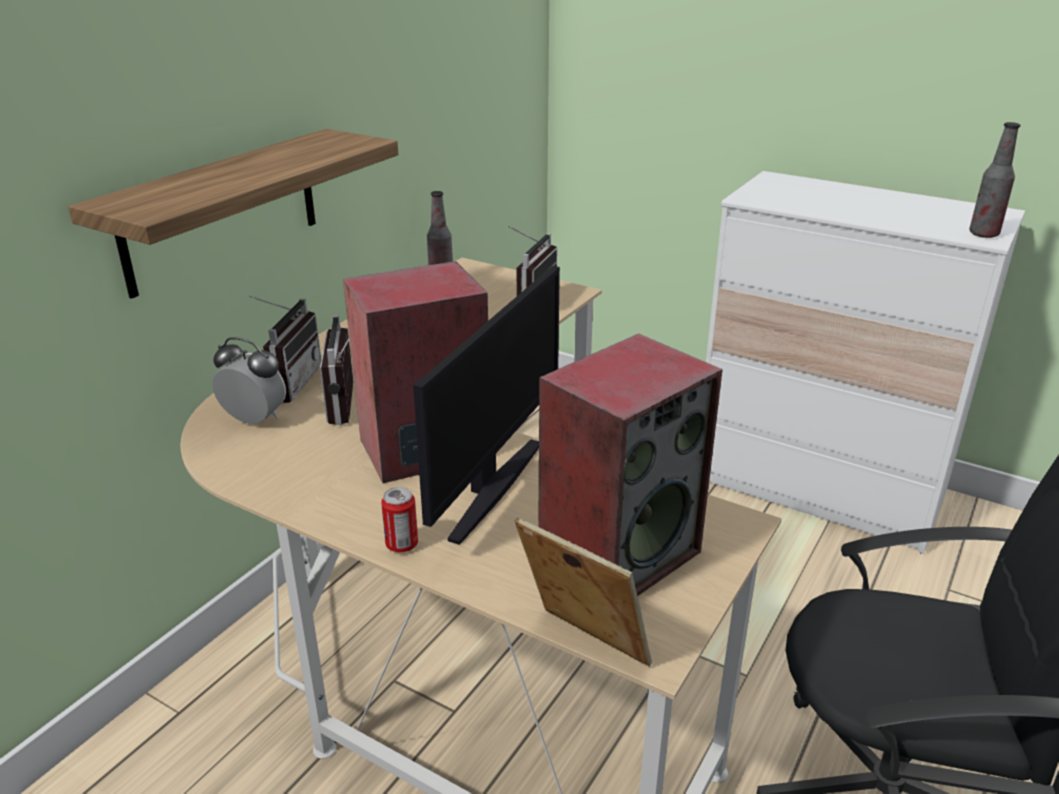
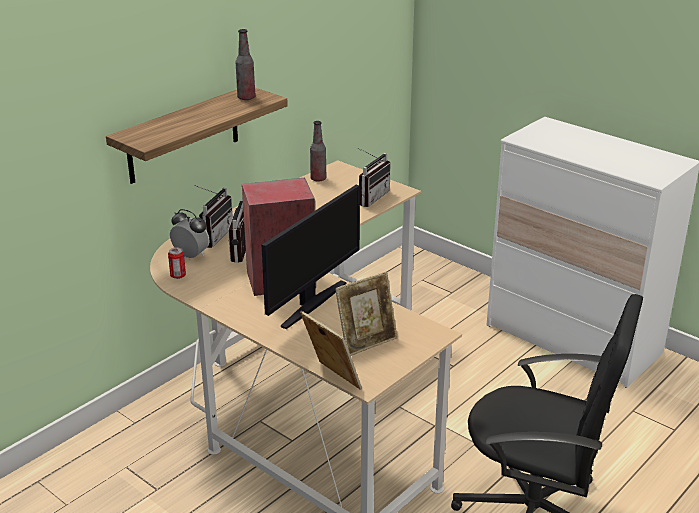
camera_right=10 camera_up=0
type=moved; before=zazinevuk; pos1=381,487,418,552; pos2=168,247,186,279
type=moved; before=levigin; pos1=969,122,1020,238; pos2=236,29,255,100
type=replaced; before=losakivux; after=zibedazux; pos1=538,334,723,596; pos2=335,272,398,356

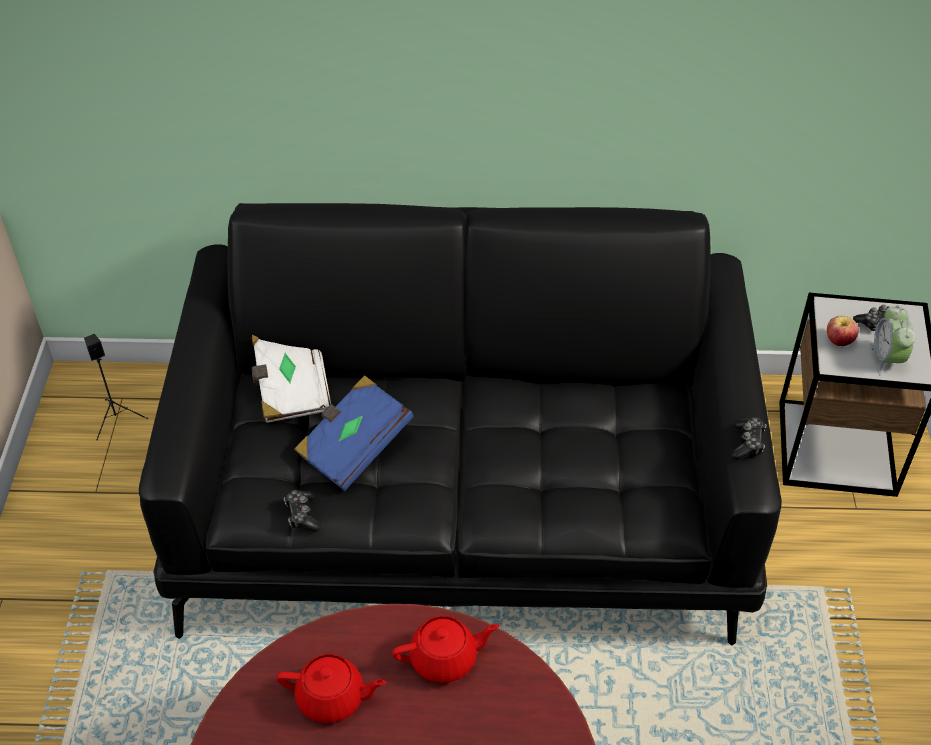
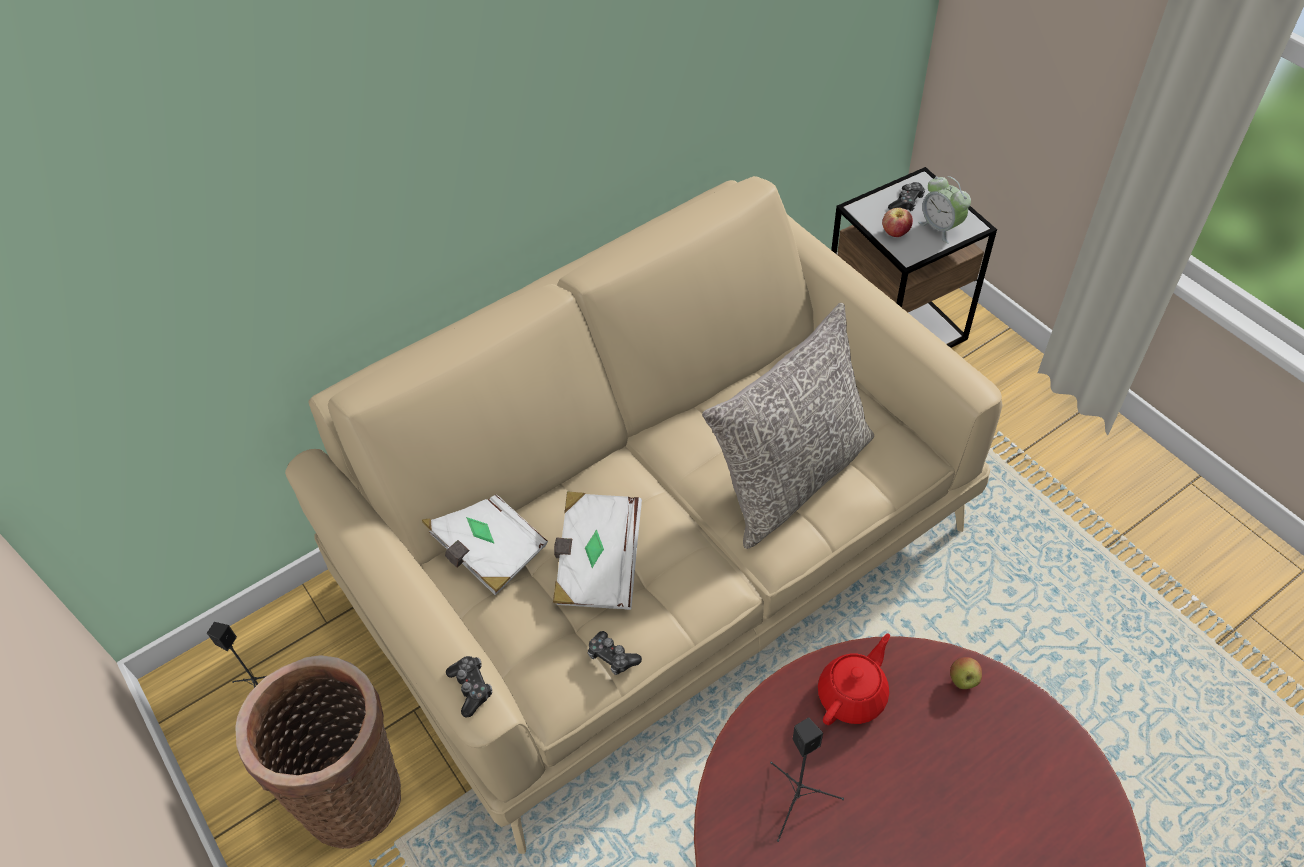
camera_right=-35 camera_up=5
type=added; after=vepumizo; pos2=235,655,401,849
type=added; after=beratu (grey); pos2=702,303,874,549
type=added; after=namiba; pos2=950,657,982,689
type=moved; before=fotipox; pos1=731,417,767,460; pos2=446,656,492,717
type=replaced; before=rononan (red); after=losakivux (black); pos1=277,654,387,723; pos2=770,717,844,842
type=recoloured; before=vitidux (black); after=vitidux (beige); pos1=139,203,782,646; pos2=285,176,1002,854
type=recoloured; before=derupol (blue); after=derupol (white); pos1=294,375,414,491; pos2=553,491,642,610

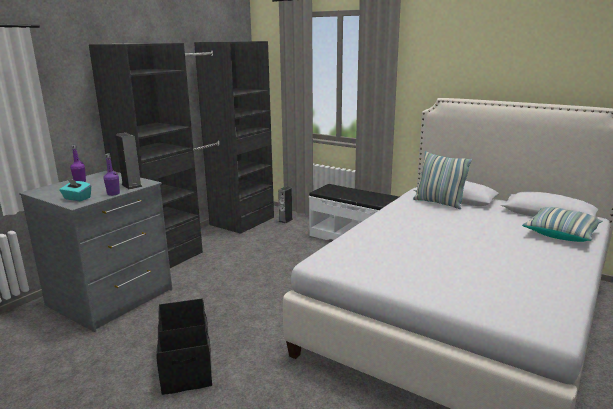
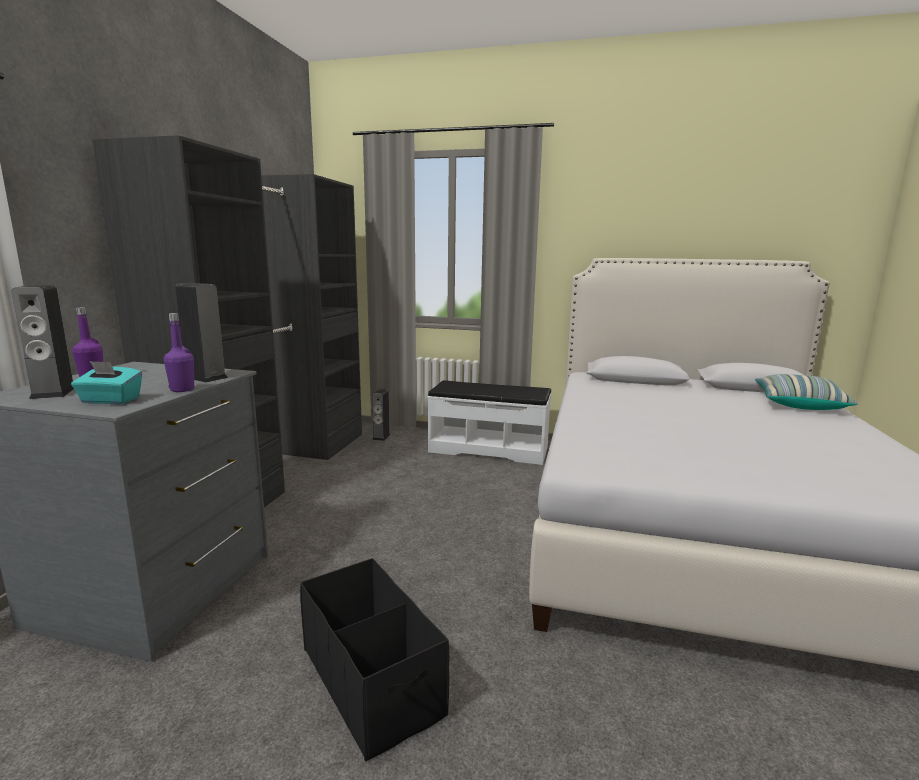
camera_right=-20 camera_up=-5
type=removed; before=beratu; pos1=413,151,472,209
type=added; after=losakivux; pos2=12,285,74,399

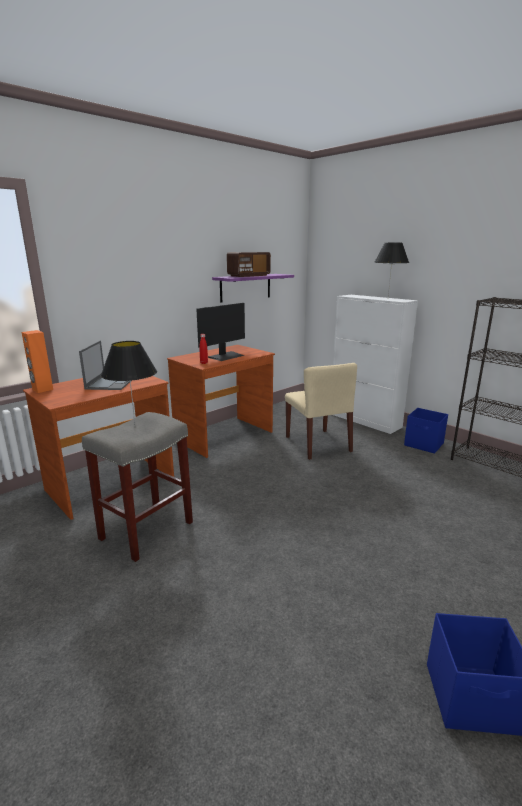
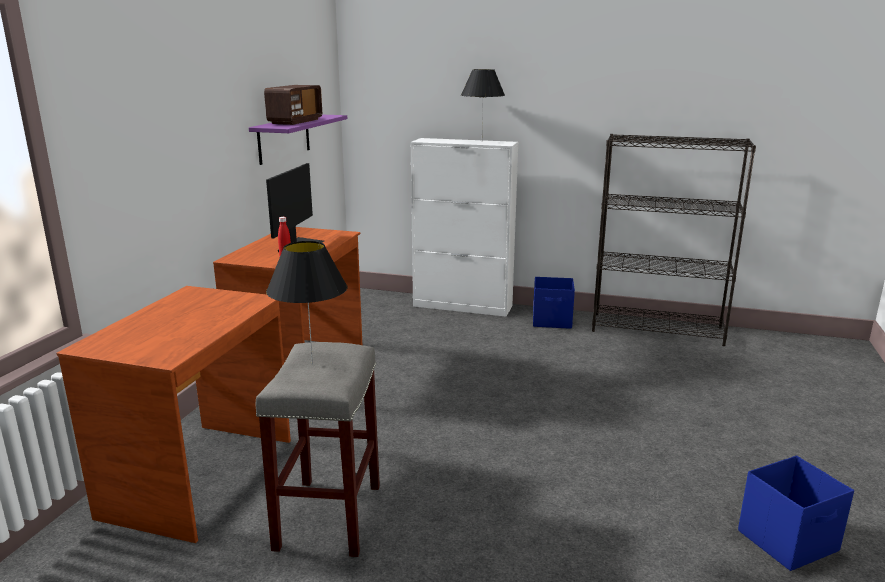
camera_right=-30 camera_up=0
type=removed; before=losakivux (orange); pos1=22,330,53,393
type=removed; before=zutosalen; pos1=79,341,130,390
type=removed; before=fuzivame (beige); pos1=285,363,357,460

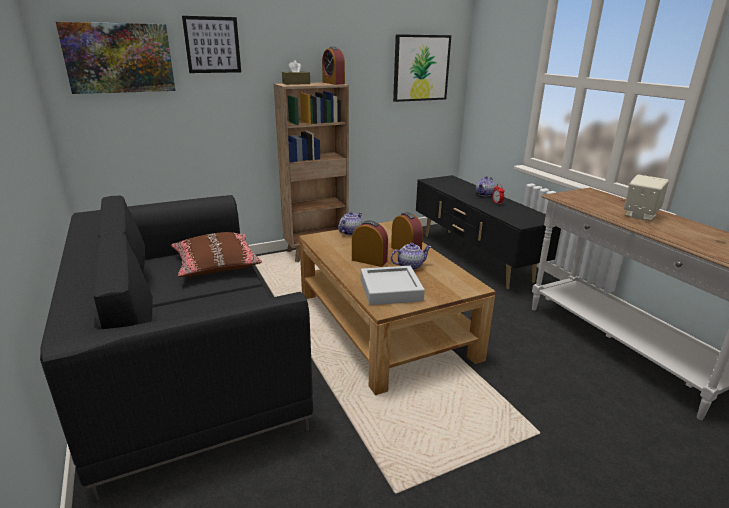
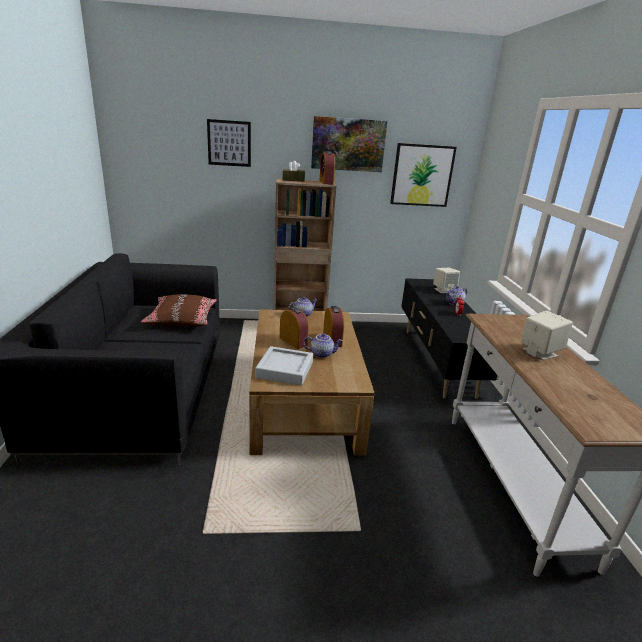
camera_right=20 camera_up=0
type=added; after=losakivux (beige); pos2=433,267,460,293
type=moved; before=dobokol; pos1=56,22,175,94; pos2=311,116,387,172

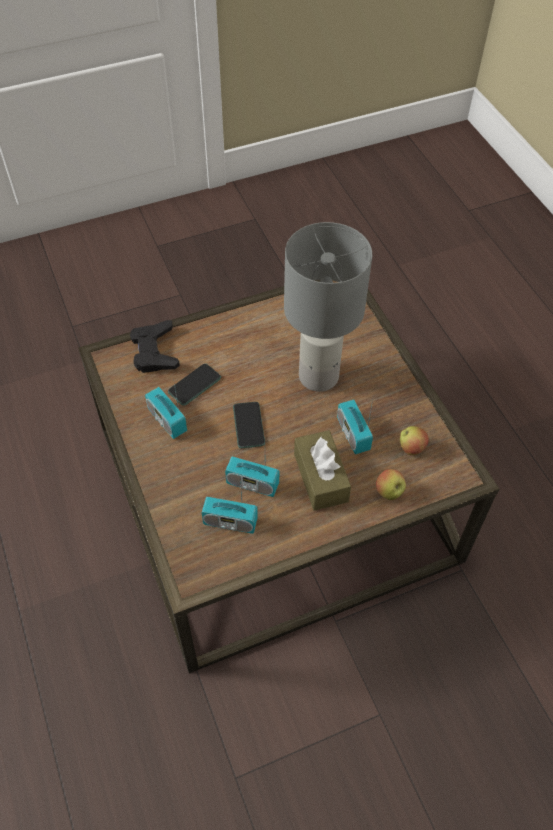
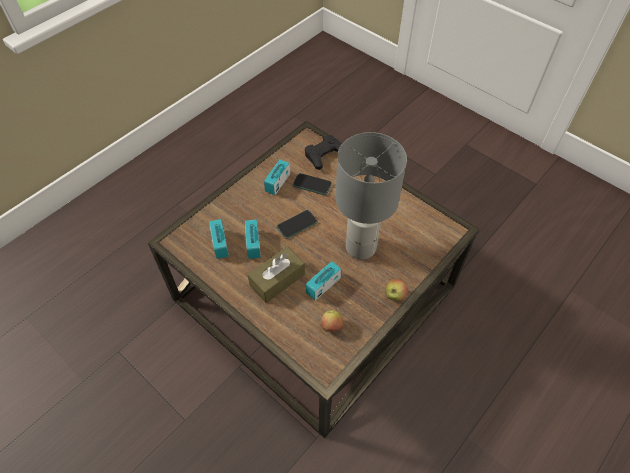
camera_right=65 camera_up=0
type=moved; before=namiba; pos1=376,469,406,500; pos2=385,279,408,301

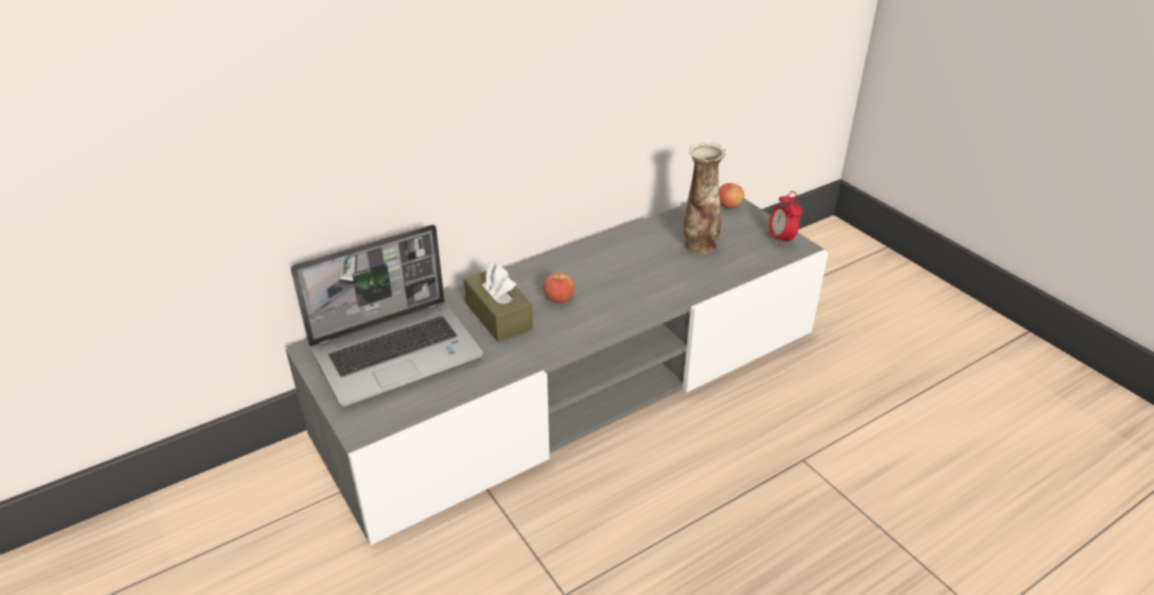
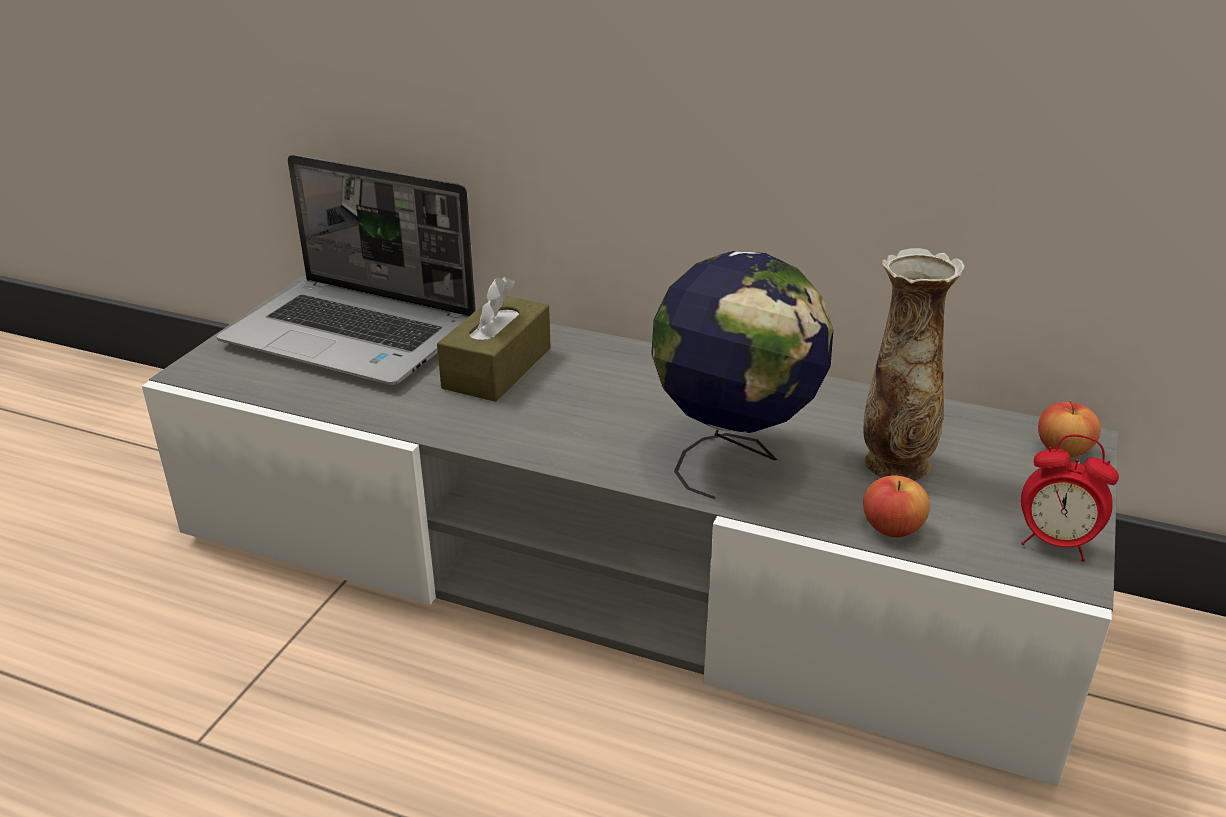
camera_right=55 camera_up=-5
type=added; after=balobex; pos2=651,251,833,500
type=moved; before=namiba; pos1=543,273,575,303; pos2=863,475,930,537
type=turned; before=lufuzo; pos1=768,191,803,247; pos2=1021,434,1119,562; turn=-105

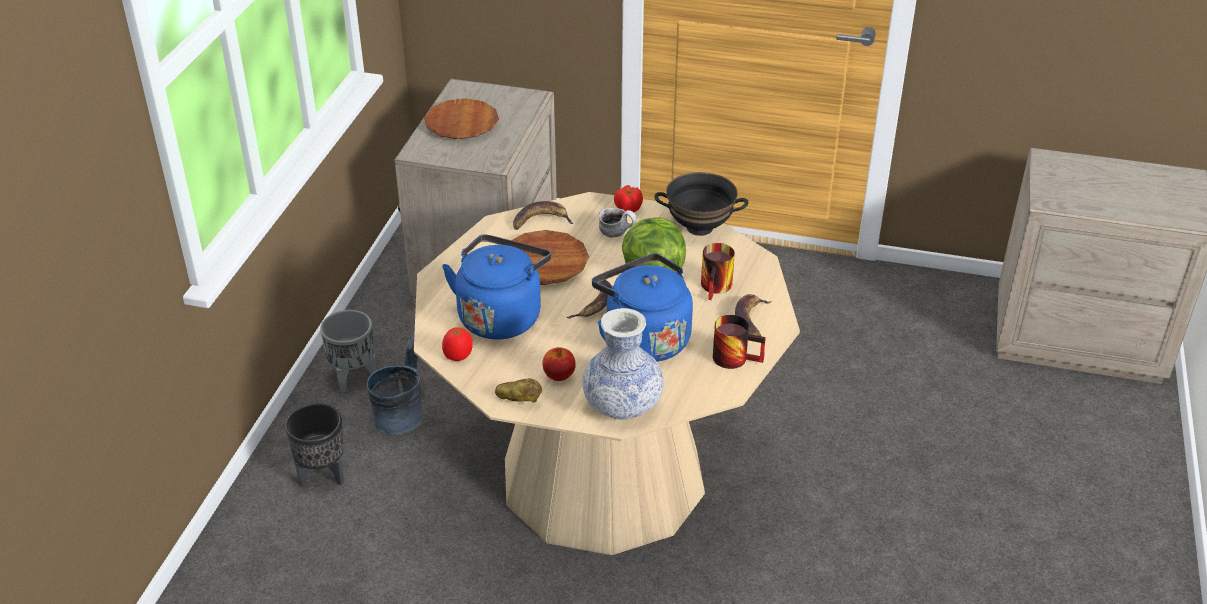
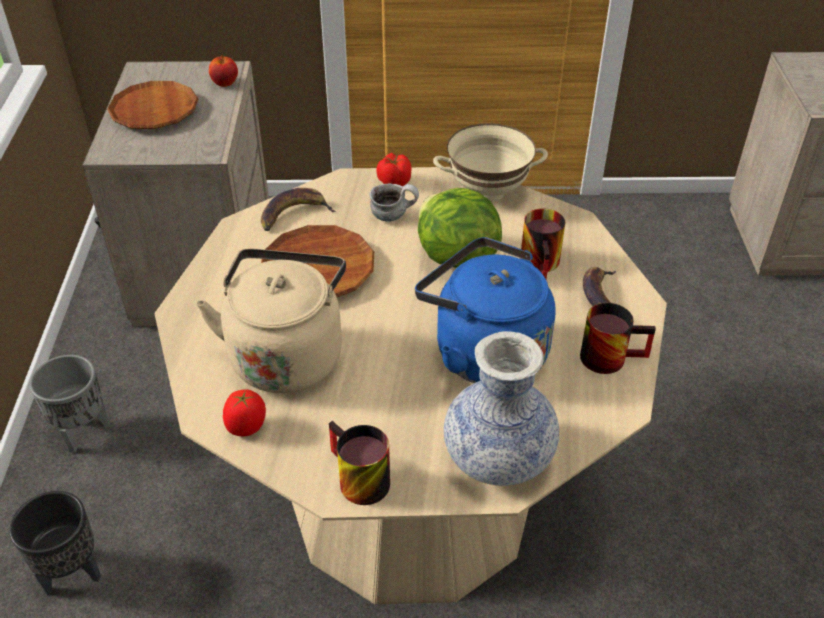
camera_right=-15 camera_up=5
type=removed; before=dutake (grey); pos1=367,324,422,435
type=removed; before=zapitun; pos1=567,280,612,319
type=moved; before=namiba; pos1=542,347,576,381; pos2=209,55,238,87
type=replaced; before=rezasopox; after=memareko; pos1=495,378,542,402; pos2=329,421,390,505
type=recoloured; before=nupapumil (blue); after=nupapumil (beige); pos1=442,235,551,340; pos2=196,249,346,393
type=recoloured; before=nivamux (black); after=nivamux (beige); pos1=654,172,749,236; pos2=433,123,548,202

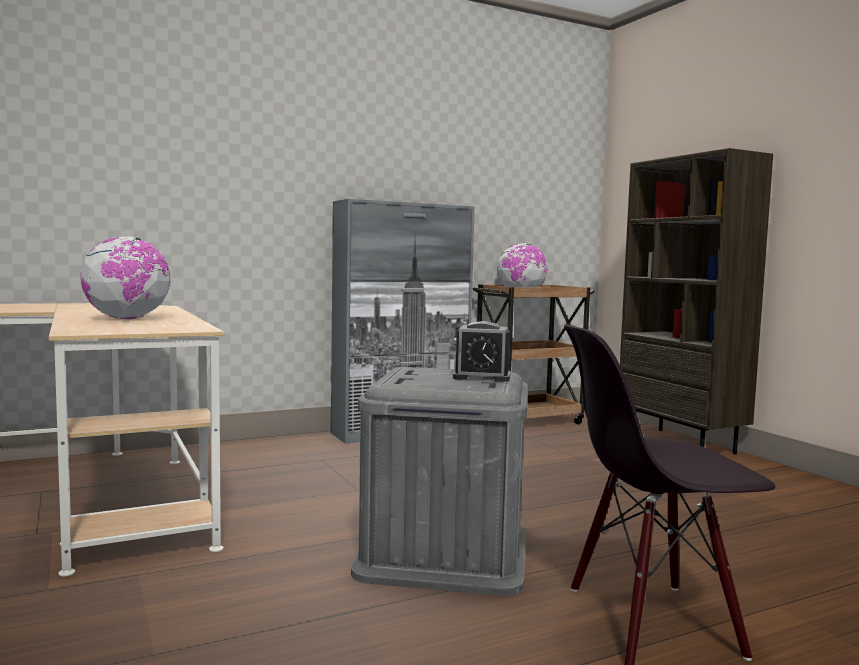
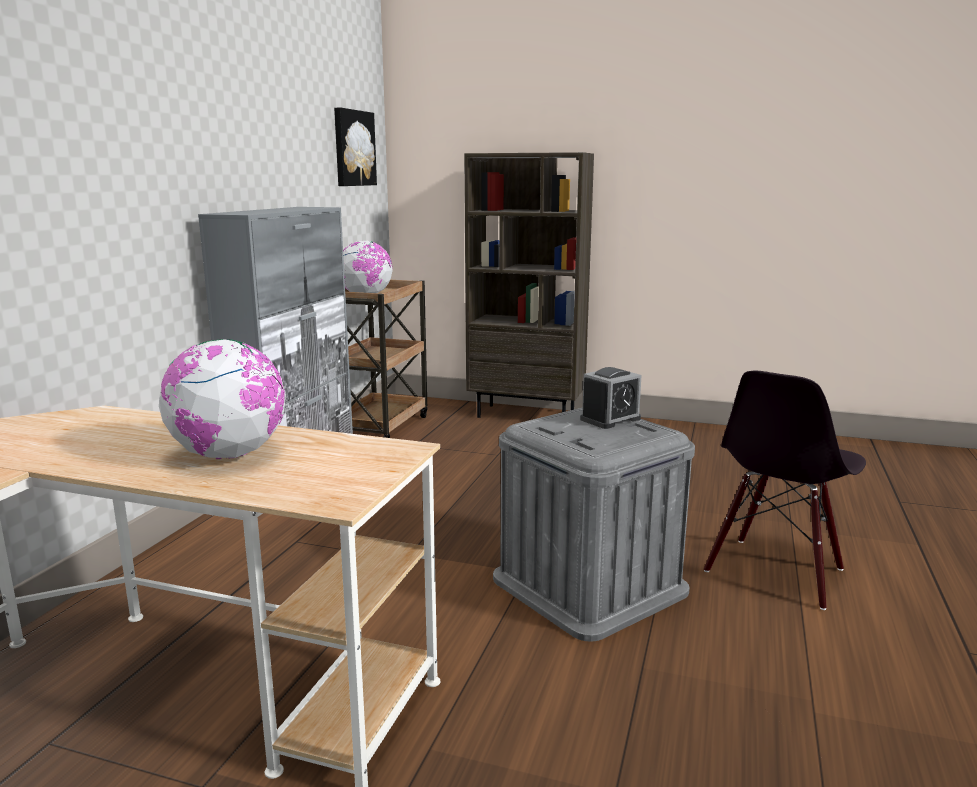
camera_right=-45 camera_up=10
type=added; after=dobokol; pos2=334,107,377,186

